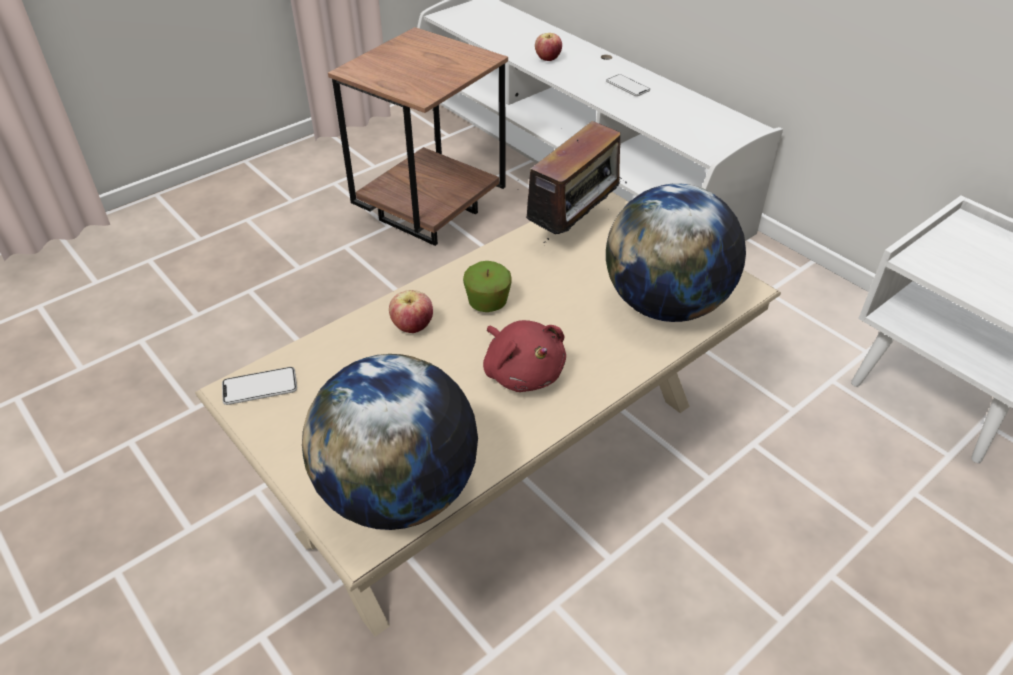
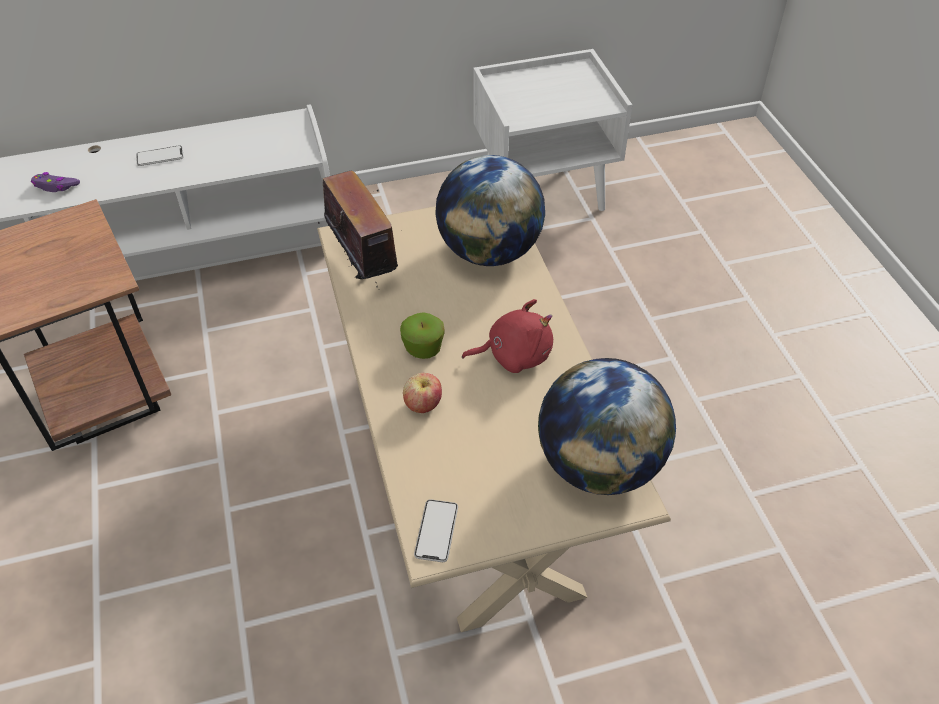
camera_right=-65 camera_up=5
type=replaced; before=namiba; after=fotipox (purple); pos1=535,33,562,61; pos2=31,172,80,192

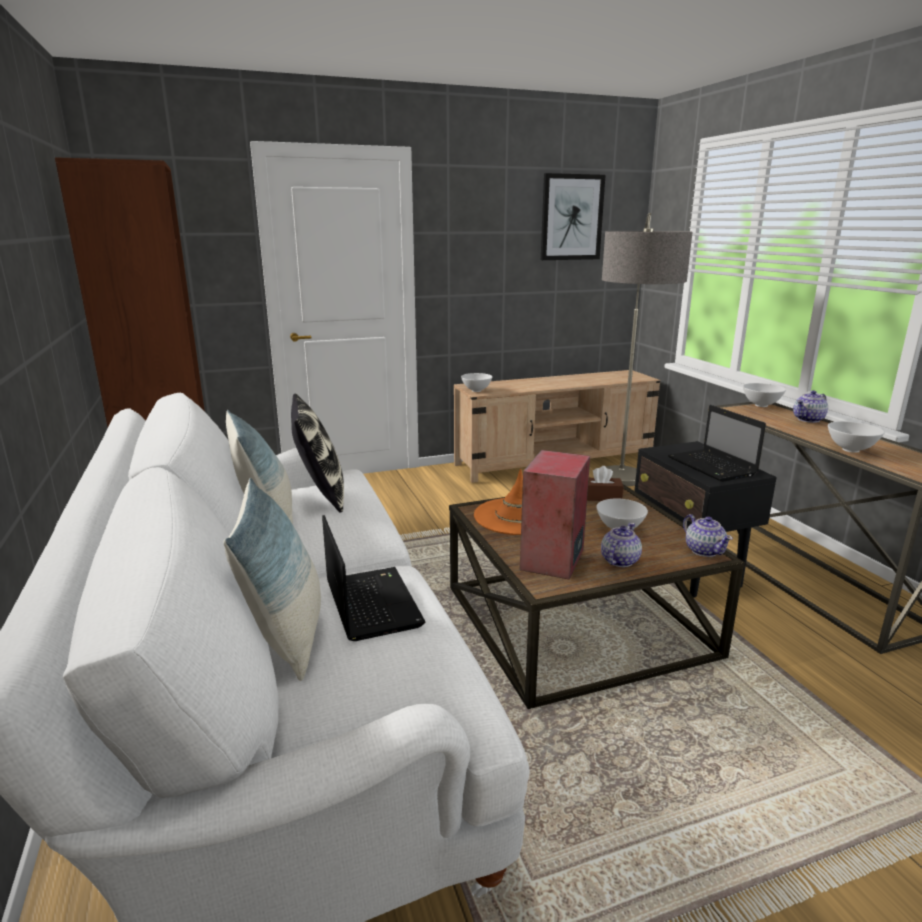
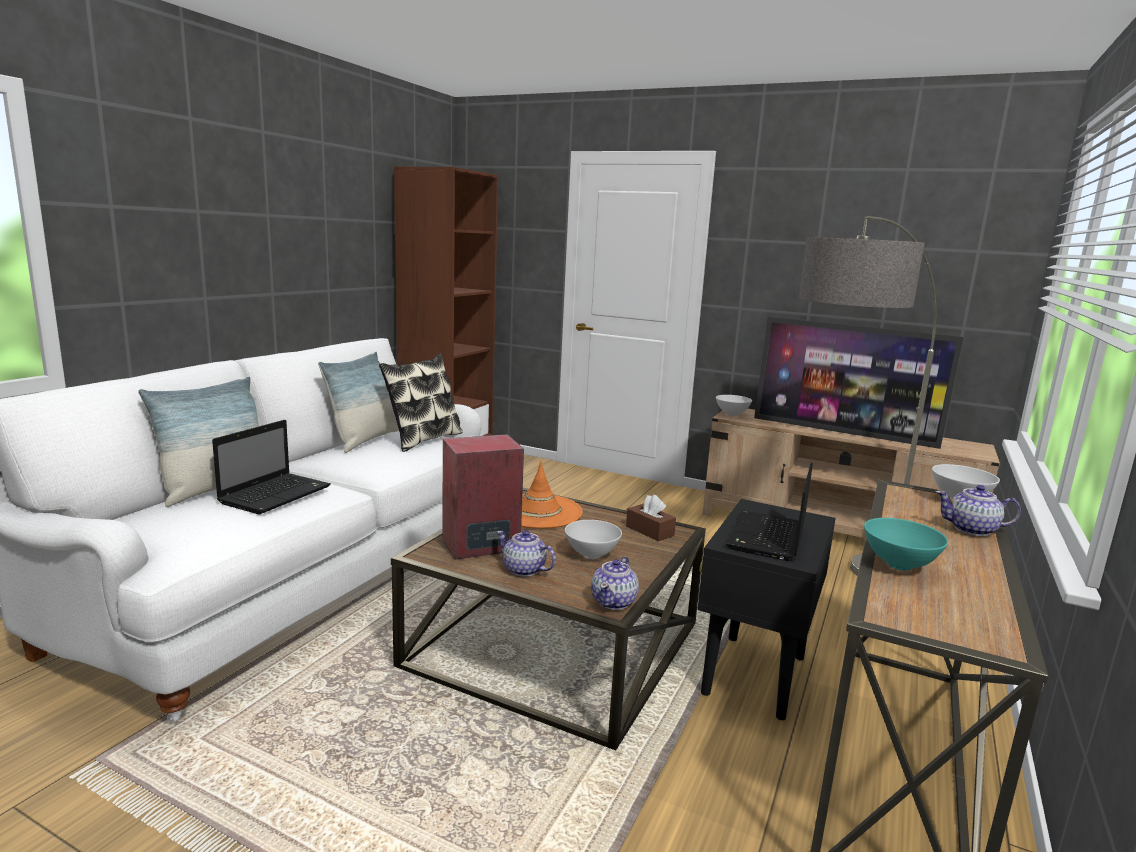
camera_right=45 camera_up=-5
type=removed; before=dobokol; pos1=541,173,605,260
type=added; after=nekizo; pos2=754,317,964,449
type=recoloured; before=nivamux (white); after=nivamux (turquoise); pos1=828,421,884,453; pos2=864,518,948,571
type=turned; before=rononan; pos1=601,523,642,567; pos2=497,530,556,577; turn=-135

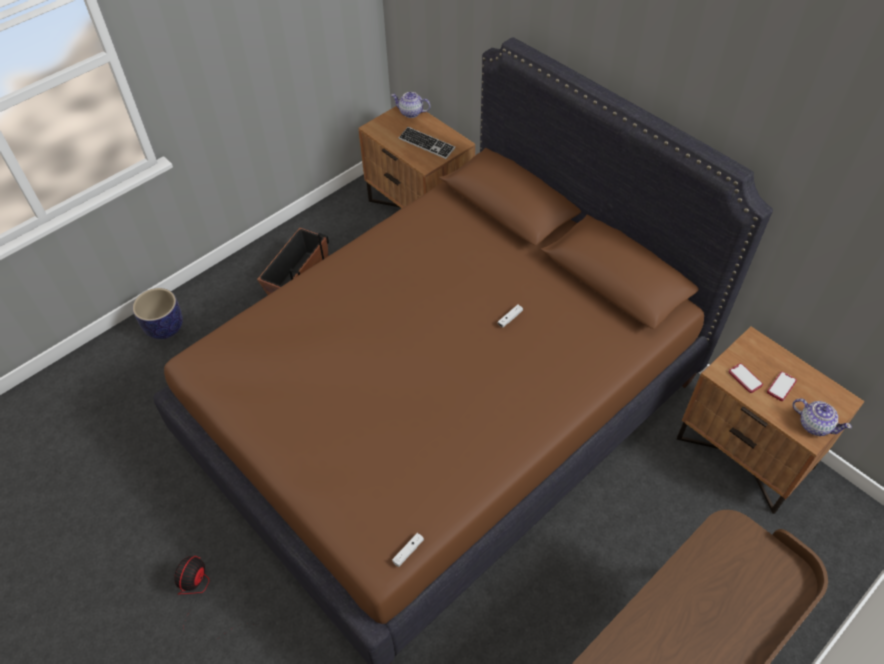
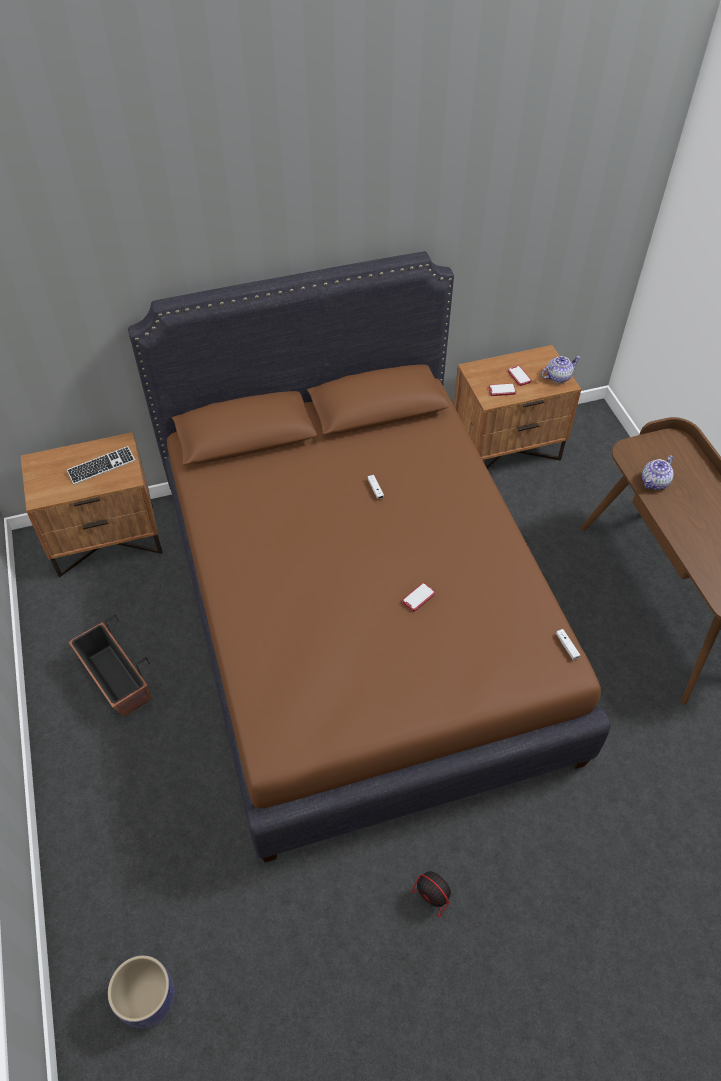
camera_right=-65 camera_up=0
type=added; after=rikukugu; pos2=402,583,435,612
type=moved; before=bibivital; pos1=133,288,183,339; pos2=108,955,175,1028
type=moved; before=rononan; pos1=391,92,431,118; pos2=642,455,674,490

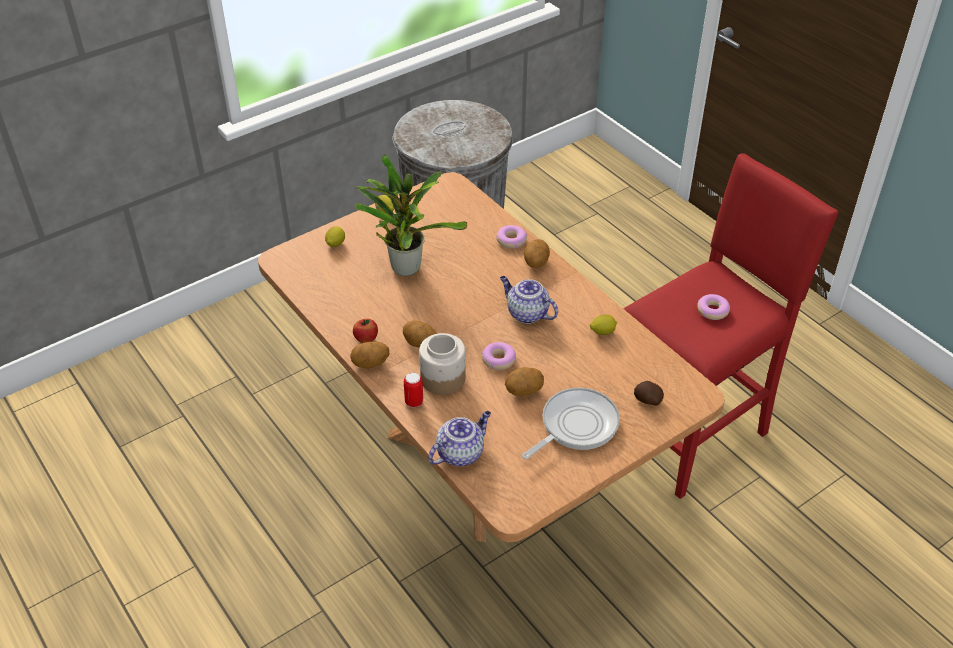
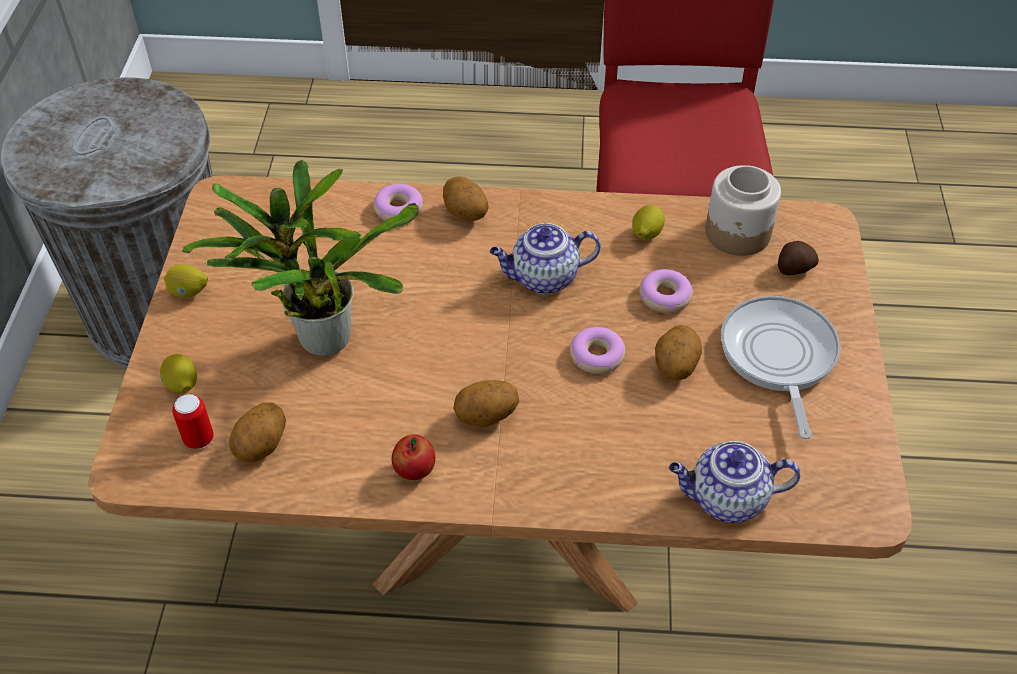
camera_right=-50 camera_up=5
type=moved; before=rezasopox; pos1=350,341,390,369; pos2=229,403,286,462
type=moved; before=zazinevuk; pos1=404,373,423,408; pos2=172,394,214,449
type=moved; before=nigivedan; pos1=419,333,466,395; pos2=706,165,781,256
type=moved; before=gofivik; pos1=697,294,730,320; pos2=639,269,693,313
type=turned; before=rononan; pos1=428,411,491,466; pos2=669,441,801,523; turn=-90

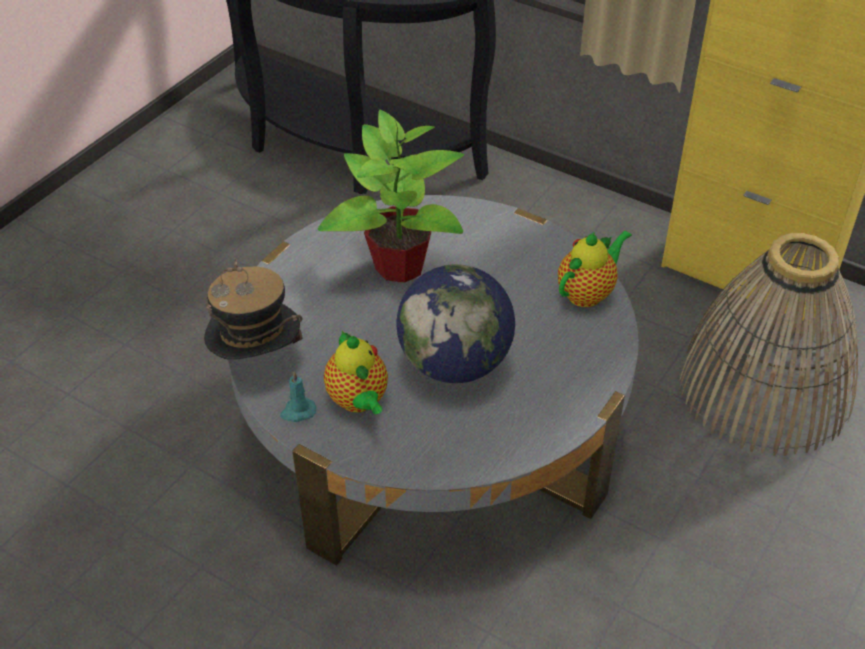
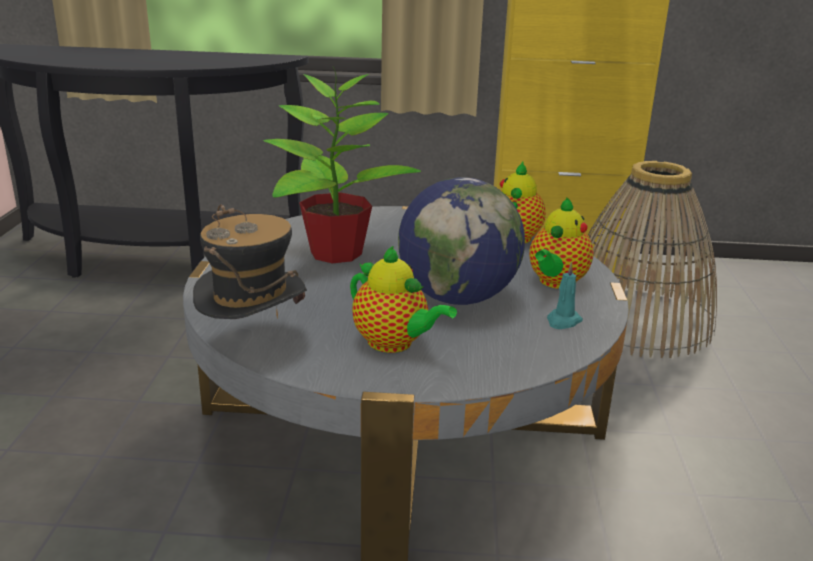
camera_right=-30 camera_up=-20
type=added; after=rononan; pos2=529,198,594,289
type=moved; before=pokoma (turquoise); pos1=280,371,316,422; pos2=547,262,583,329

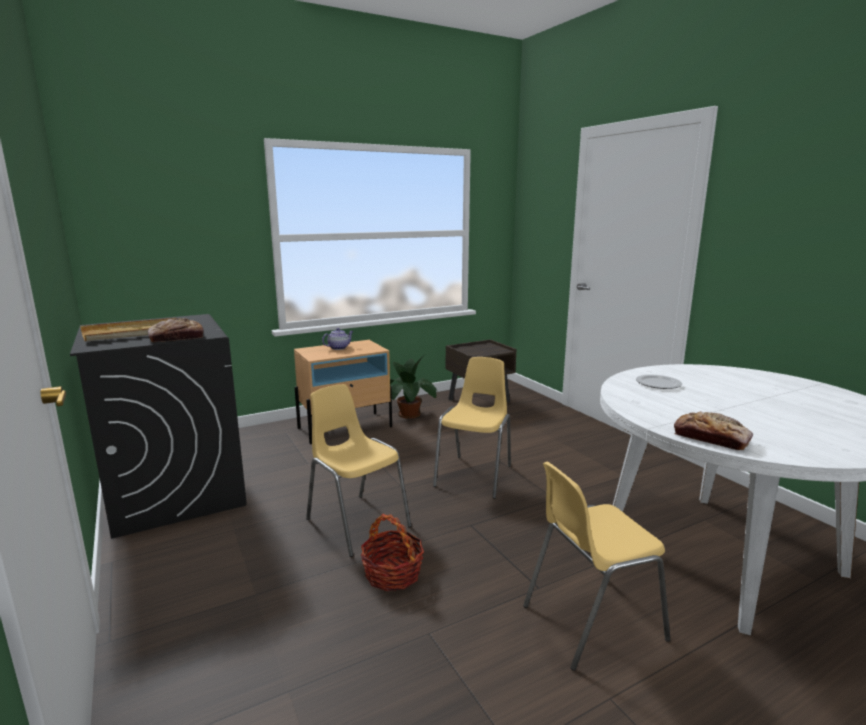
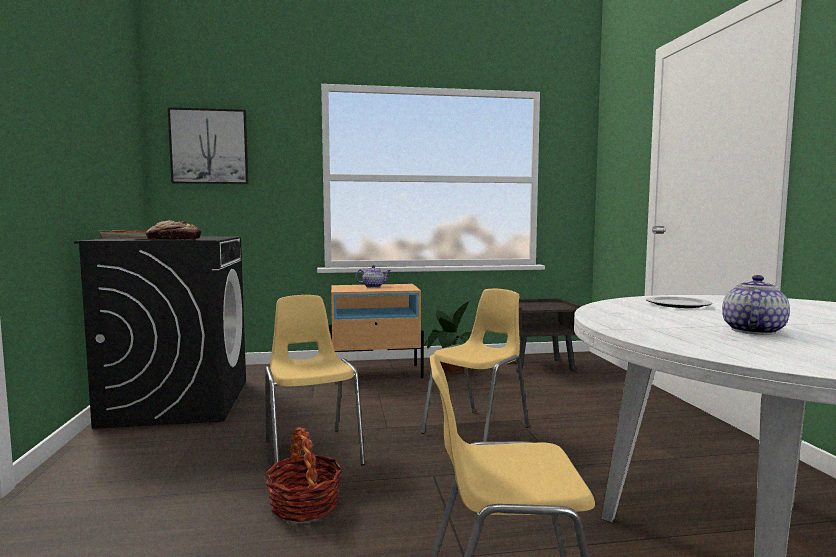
camera_right=20 camera_up=-10
type=removed; before=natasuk; pos1=674,411,753,450
type=added; after=dobokol; pos2=168,107,248,184
type=added; after=rononan; pos2=722,275,790,335

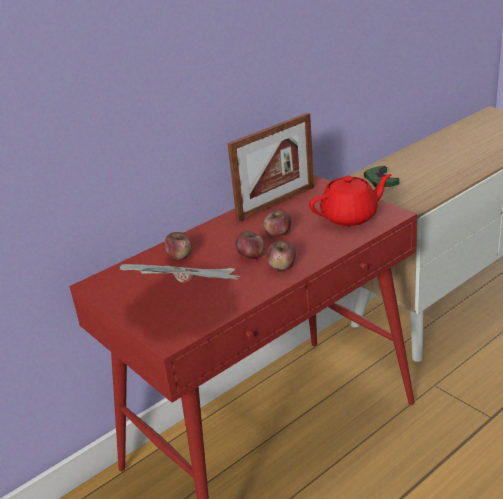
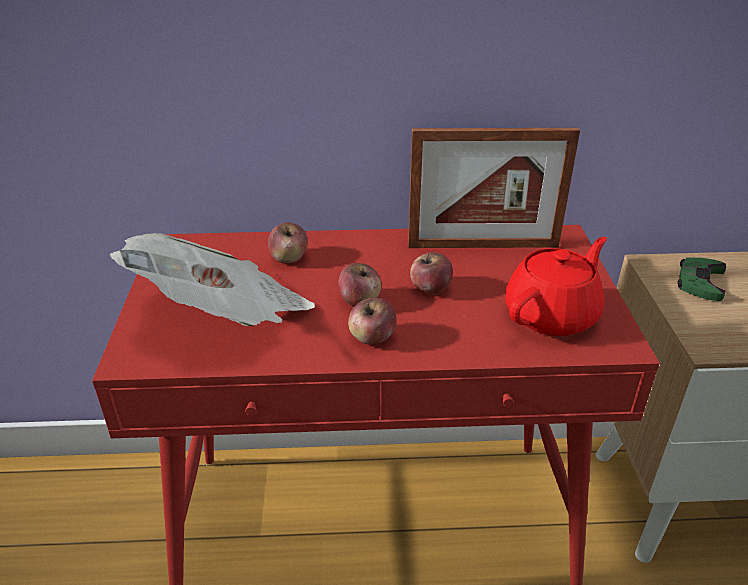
camera_right=35 camera_up=5
type=turned; before=rononan (red); pos1=309,174,392,226; pos2=505,237,607,336; turn=-60

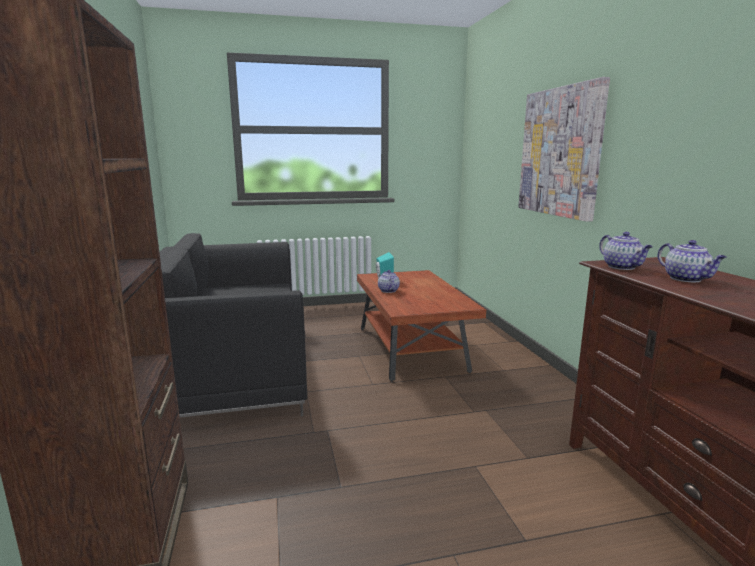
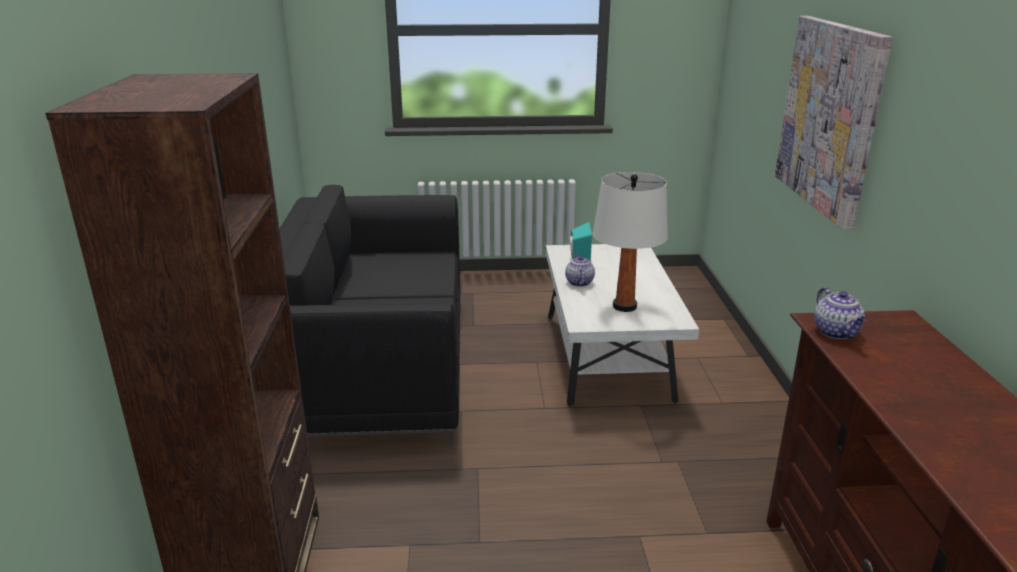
camera_right=10 camera_up=10
type=removed; before=rononan; pos1=658,240,727,282
type=added; after=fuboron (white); pos2=593,172,668,312
type=recoloured; before=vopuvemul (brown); after=vopuvemul (white); pos1=357,270,486,382; pos2=545,244,699,407

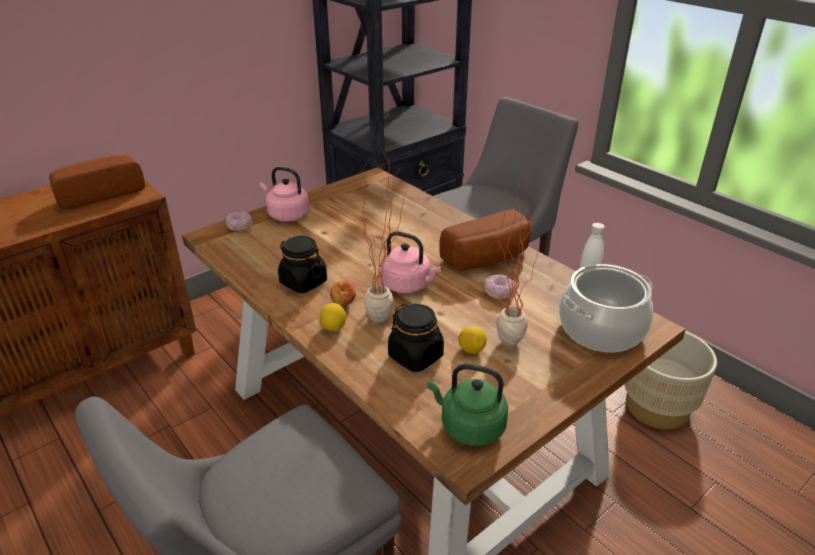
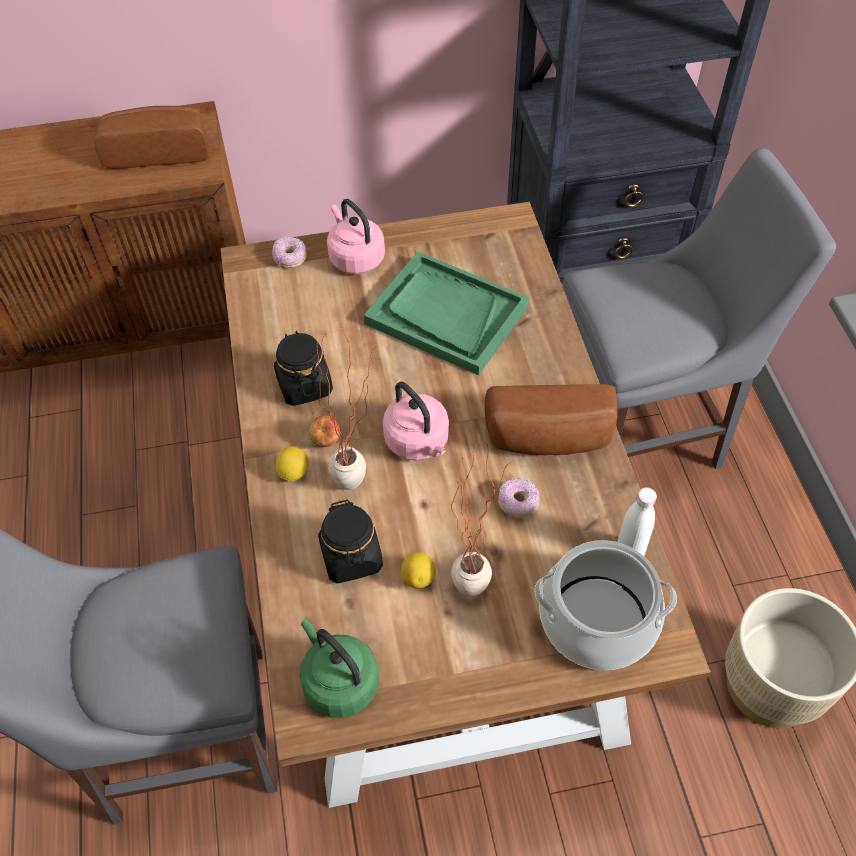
camera_right=30 camera_up=20
type=added; after=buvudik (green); pos2=364,252,529,375

